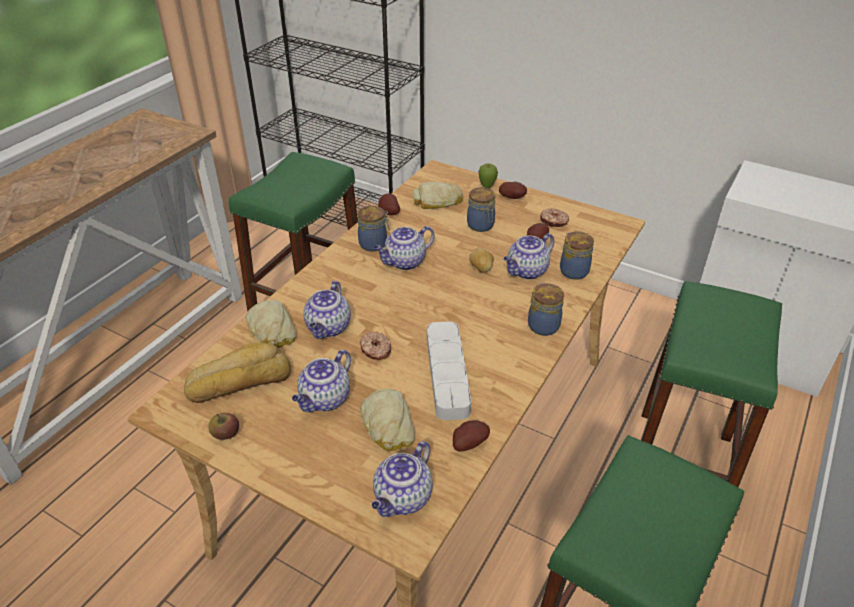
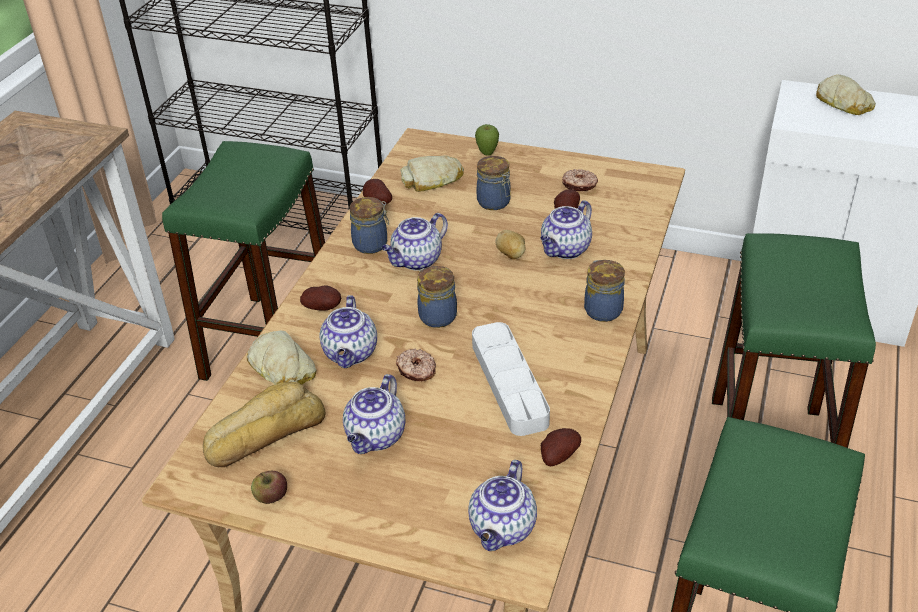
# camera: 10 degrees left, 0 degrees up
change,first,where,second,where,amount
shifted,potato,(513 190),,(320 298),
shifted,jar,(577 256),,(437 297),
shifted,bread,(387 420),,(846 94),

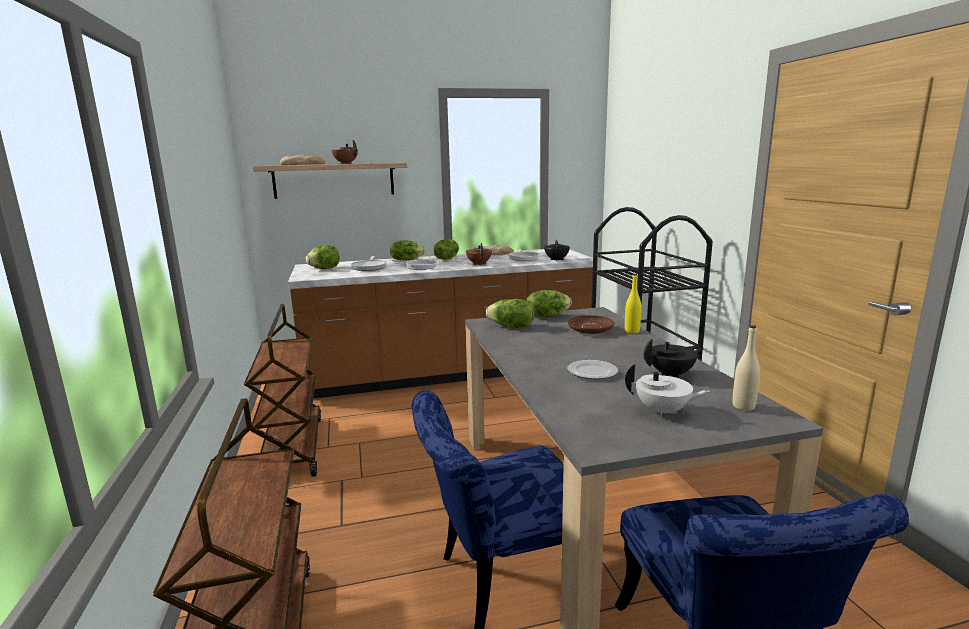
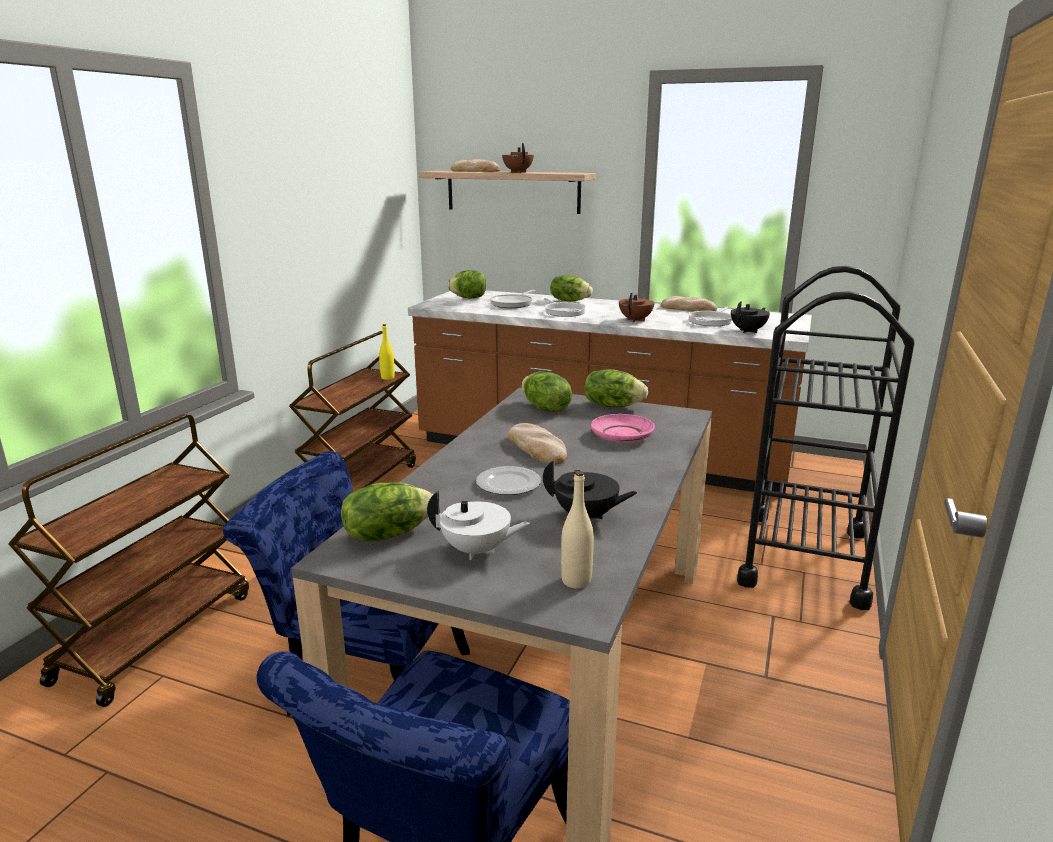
# camera: 35 degrees right, 5 degrees up
change,first,where,second,where,amount
shifted,lettuce,(446 249),,(387 512),
shifted,bottle (yellow),(633 303),,(387 352),
repainted,plate (brown),(591 324),plate (pink),(623 428),
rotated,teapot (white),(667 390),,(478 525),45 degrees counterclockwise
new,,,bread,(537 444),

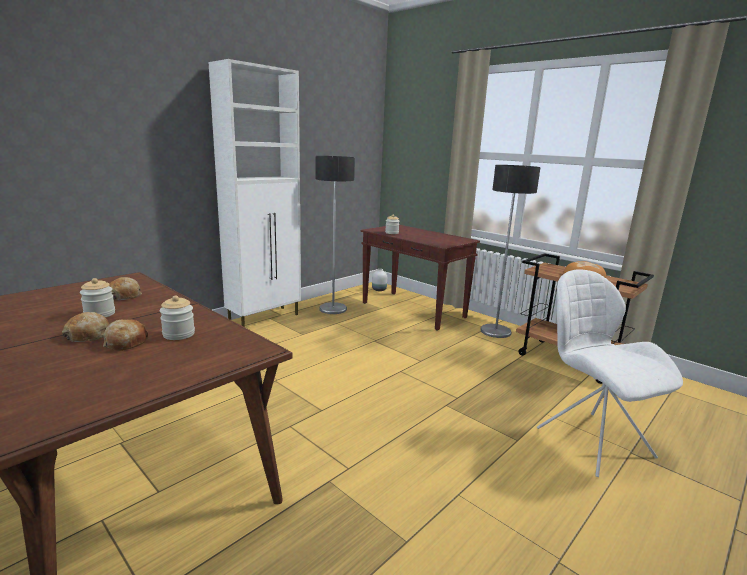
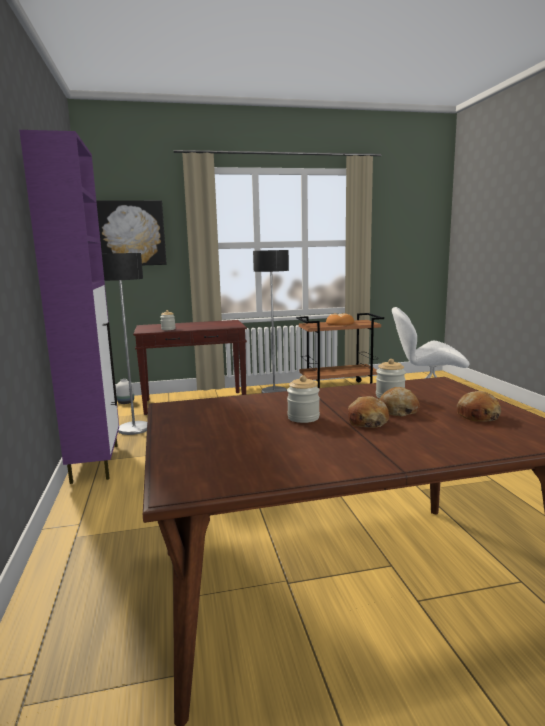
# camera: 55 degrees left, 5 degrees down
change,first,where,second,where,amount
repainted,cabinet (white),(254 193),cabinet (purple),(69 307),
shifted,bread,(125 288),,(479 406),
new,,,picture,(131 232),

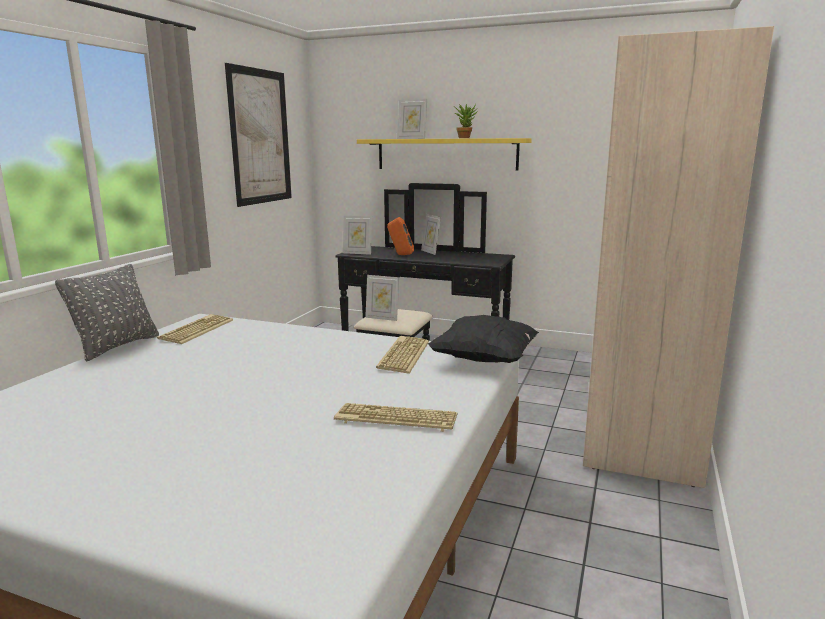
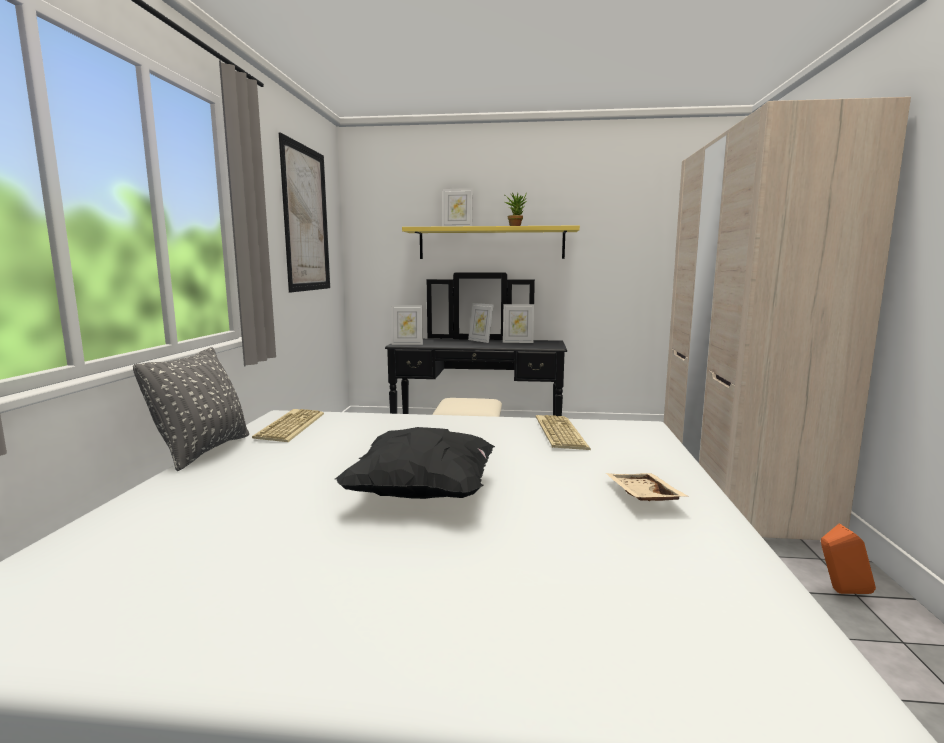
# camera: 15 degrees left, 5 degrees down
change,first,where,second,where,amount
shifted,speaker (orange),(400 236),,(848 558),
shifted,picture frame,(382 298),,(518 323),
shifted,pillow (black),(483 339),,(415 463),
swapped,keyboard,(396 417),tray (beige),(647 487),

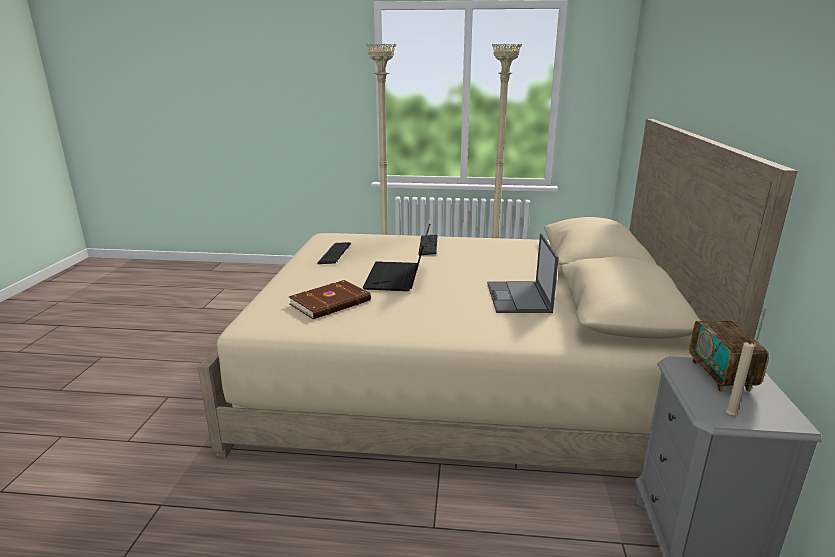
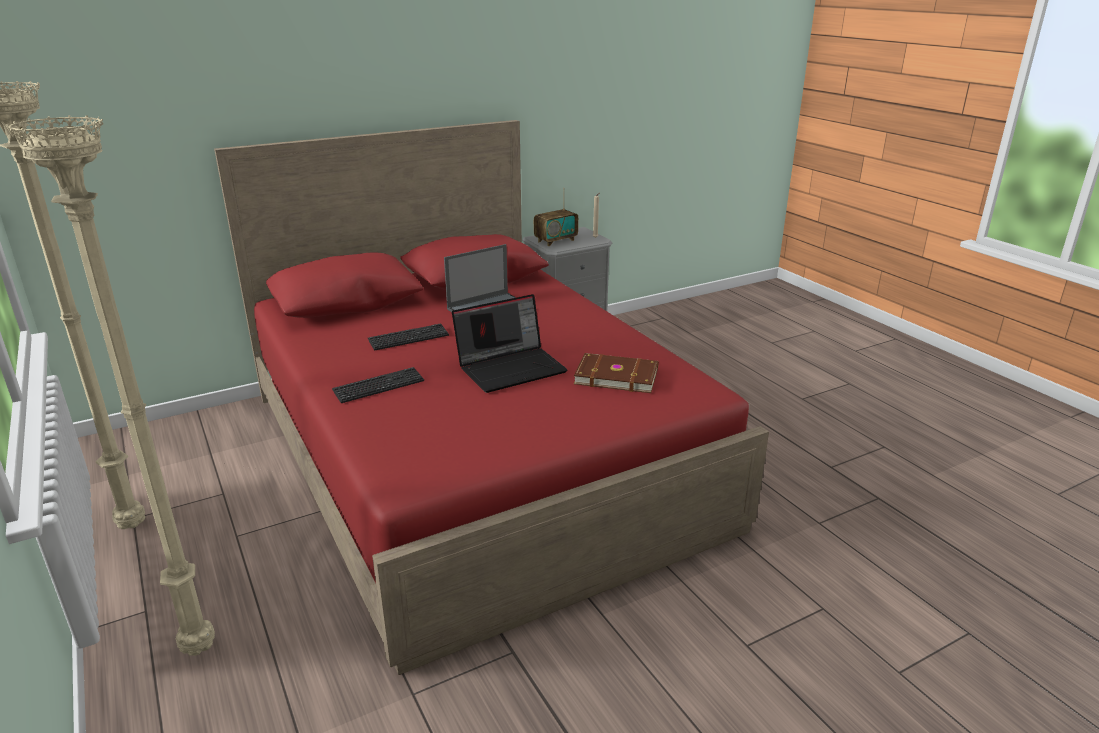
# camera: 125 degrees left, 5 degrees up
change,first,where,second,where,amount
repainted,bed (beige),(498 296),bed (red),(491 397),
shifted,keyboard,(334 253),,(408 337),

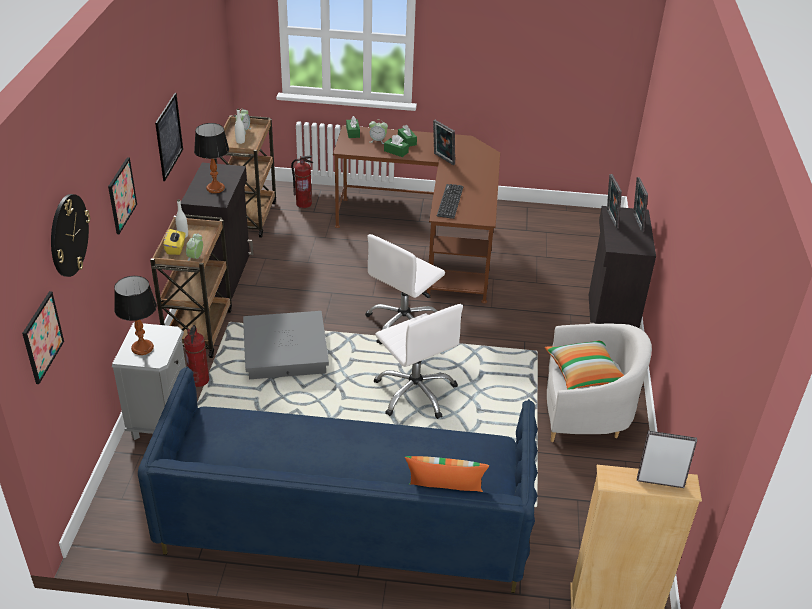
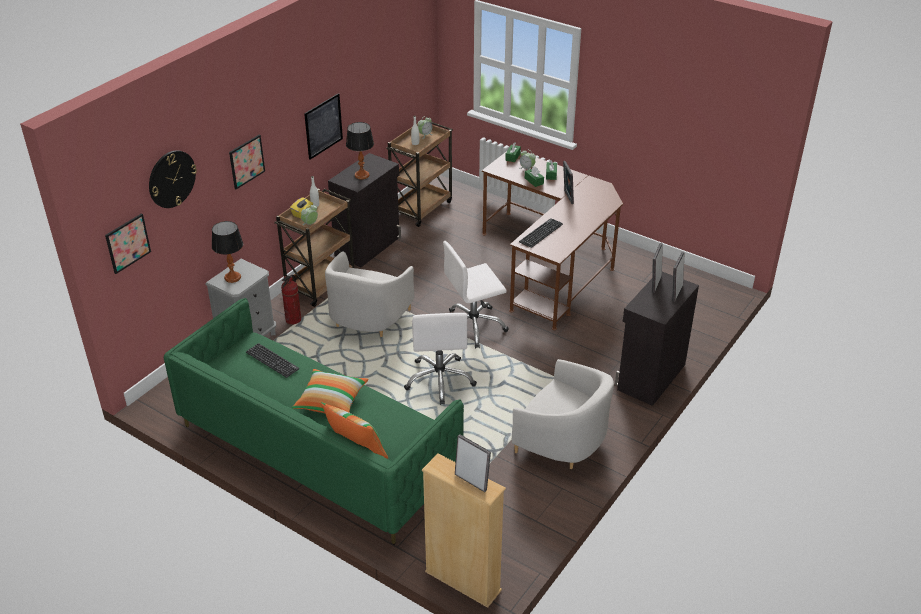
# camera: 30 degrees right, 0 degrees up
change,first,where,second,where,amount
gone,fire extinguisher,(302 181),,,
swapped,storage box (grey),(286 345),armchair (white),(369 294),
shifted,pillow,(584 365),,(330 391),
repainted,sofa (blue),(338 479),sofa (green),(314 421),
new,,,keyboard,(272 360),

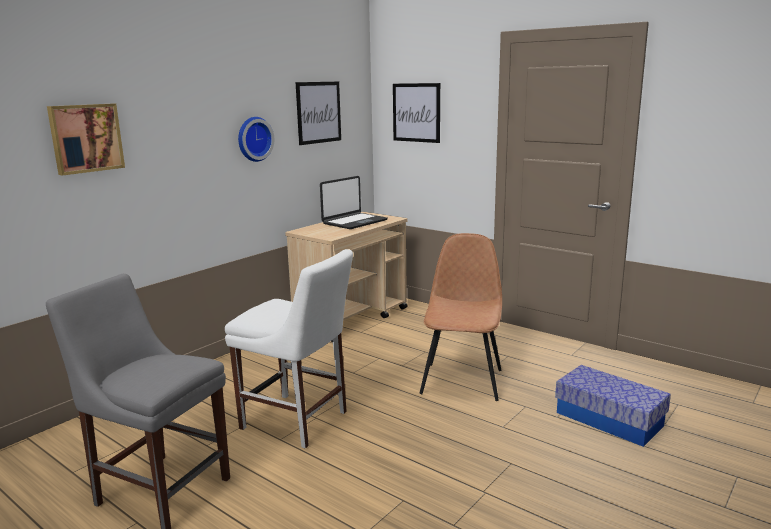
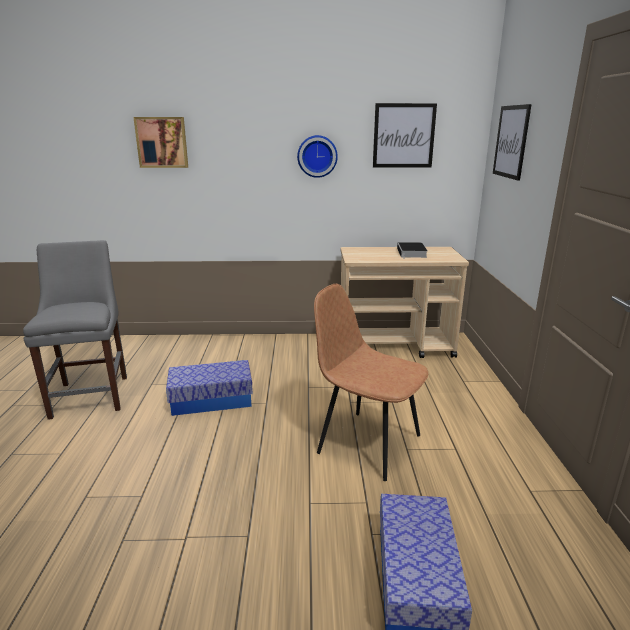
# camera: 50 degrees right, 5 degrees up
change,first,where,second,where,amount
swapped,laptop,(354 202),book,(412 250),
rotated,chair (brown),(460 317),,(371 382),120 degrees counterclockwise
swapped,chair (white),(289 349),storage box,(209 388),

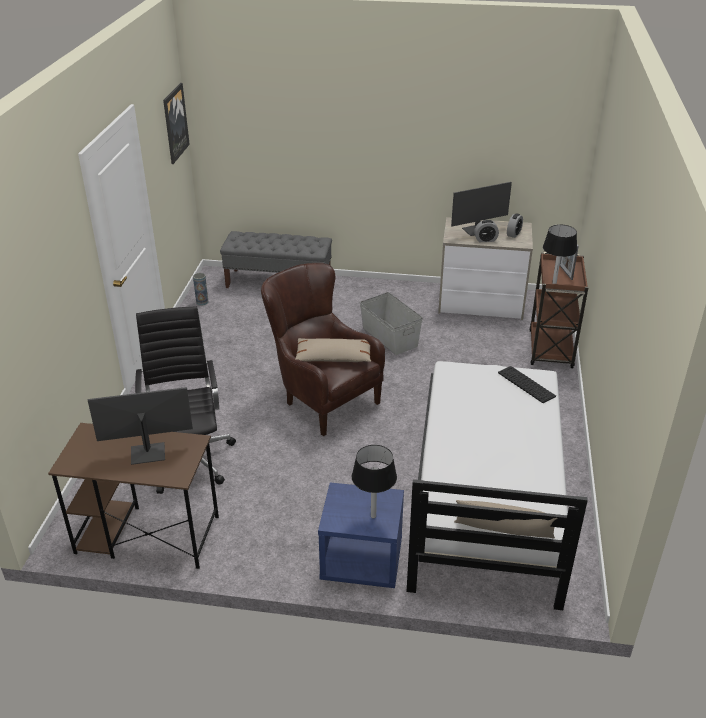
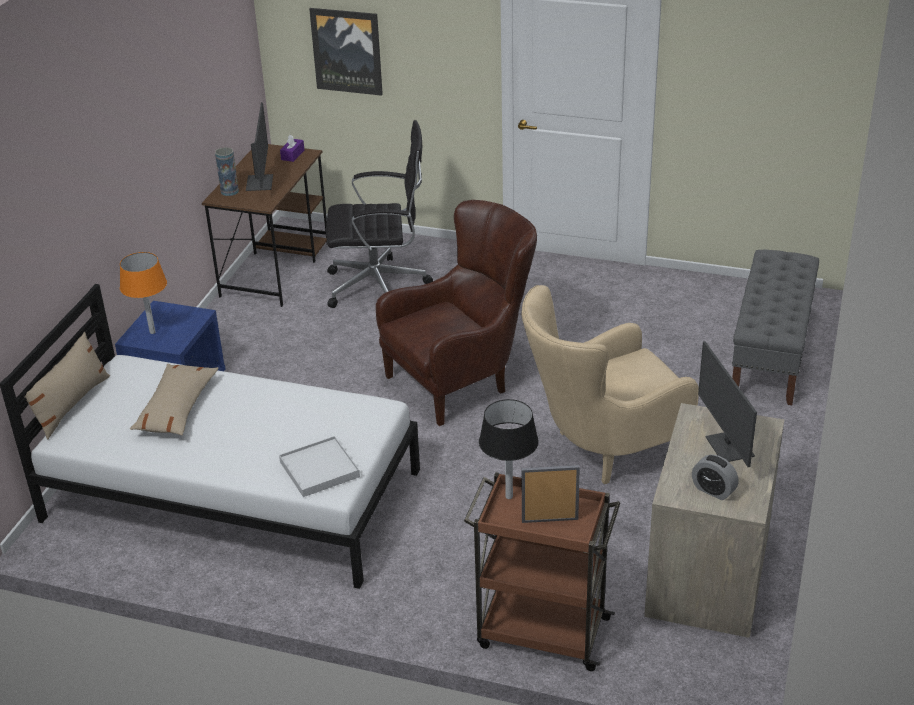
# camera: 100 degrees right, 0 degrees up
change,first,where,second,where,amount
shifted,picture,(176 123),,(346 52),
gone,alarm clock,(486 231),,,
shifted,vase,(201 289),,(227 171),
swapped,storage box (grey),(391 323),armchair (beige),(610 384),
shifted,pillow (beige),(333 350),,(174 399),
swapped,keyboard,(527 384),tray (white),(319 466),
repainted,table lamp (black),(374 481),table lamp (orange),(143 293),
new,,,tissue box (purple),(292 148),

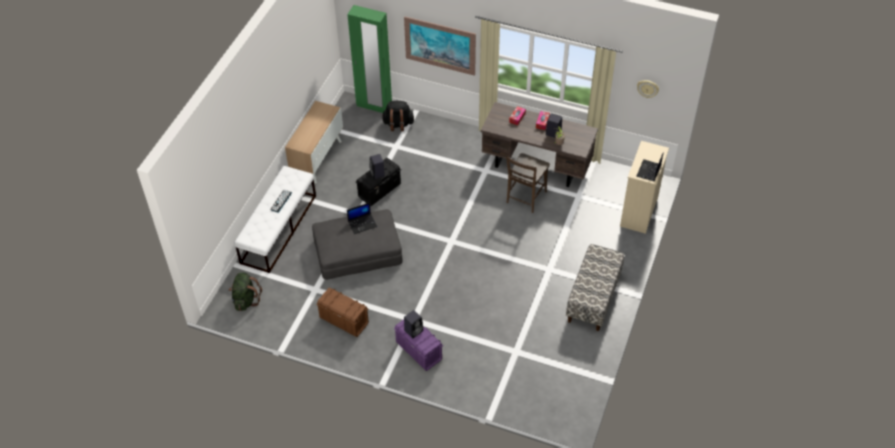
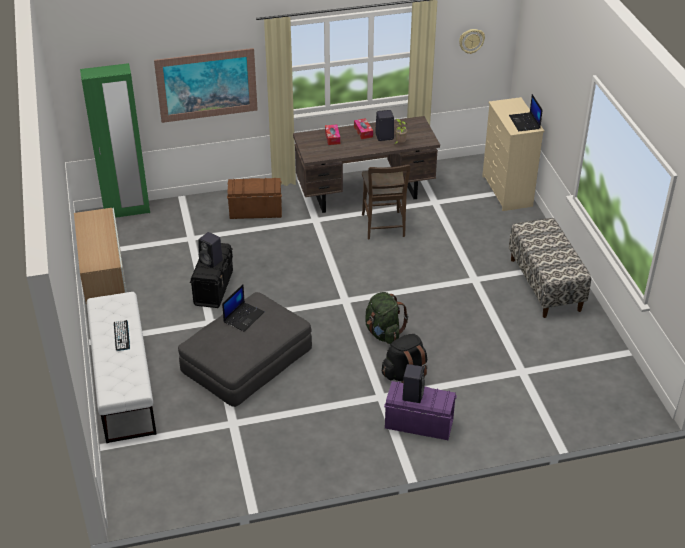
# camera: 35 degrees left, 10 degrees down
change,first,where,second,where,amount
shifted,backpack (black),(397 116),,(404 358),
shifted,backpack (green),(245 292),,(386 318),
shifted,storage box (brown),(342 312),,(254 198),

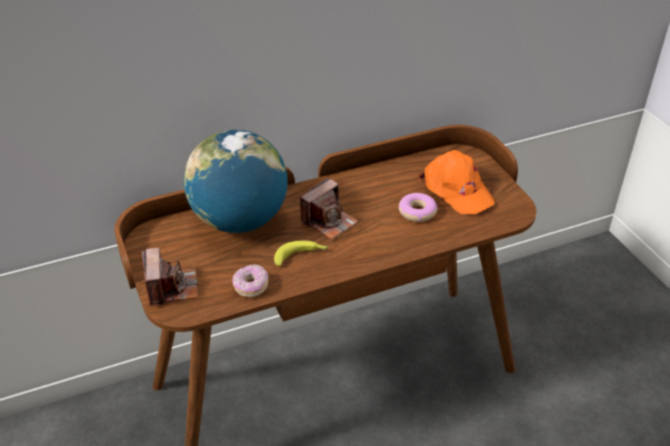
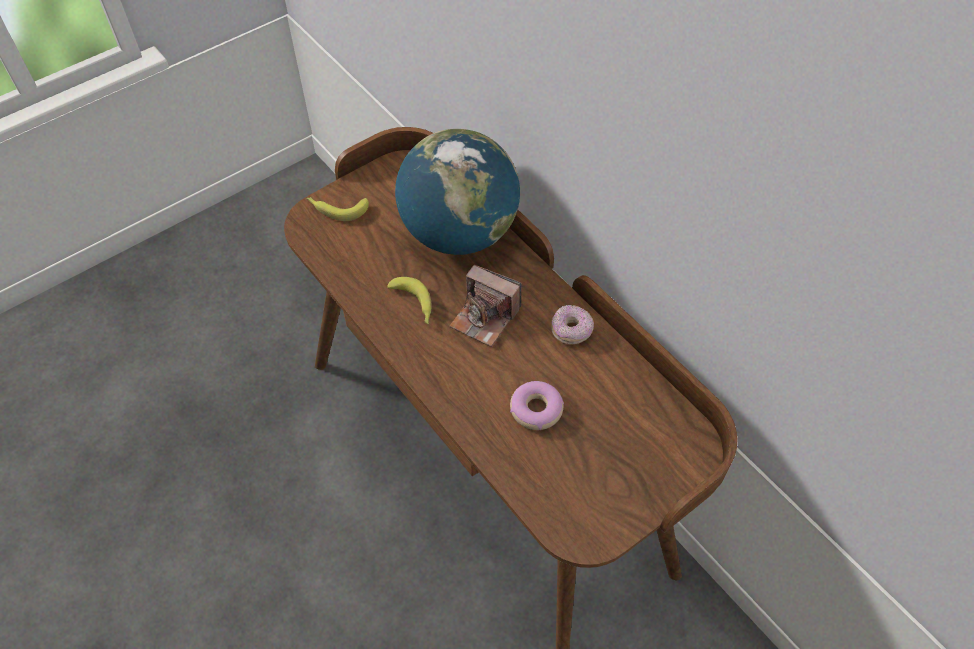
# camera: 75 degrees right, 15 degrees up
change,first,where,second,where,amount
gone,cap (orange),(457 182),,,
swapped,photo camera,(170 277),banana,(337 209),
shifted,donut,(250 281),,(572 325),

